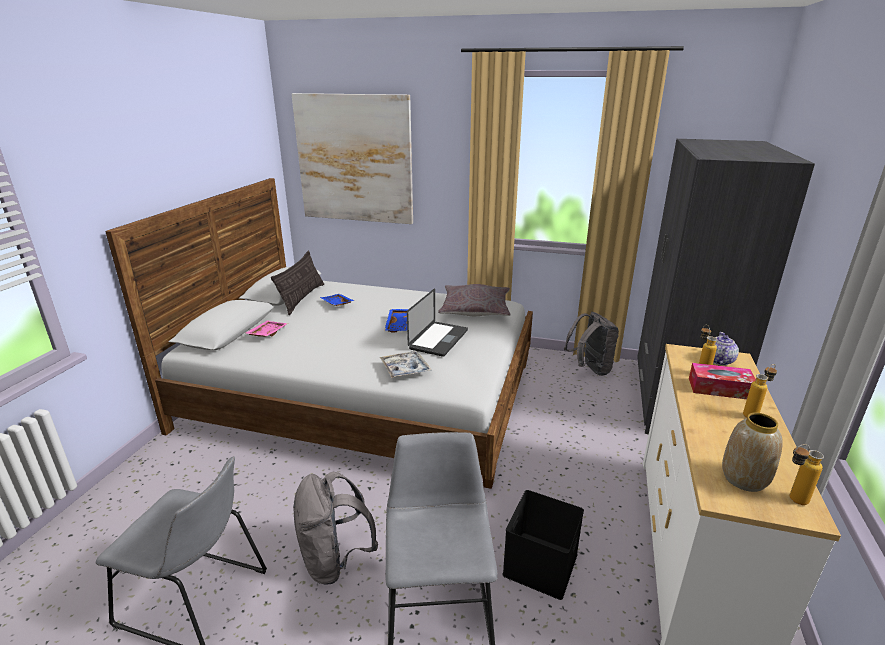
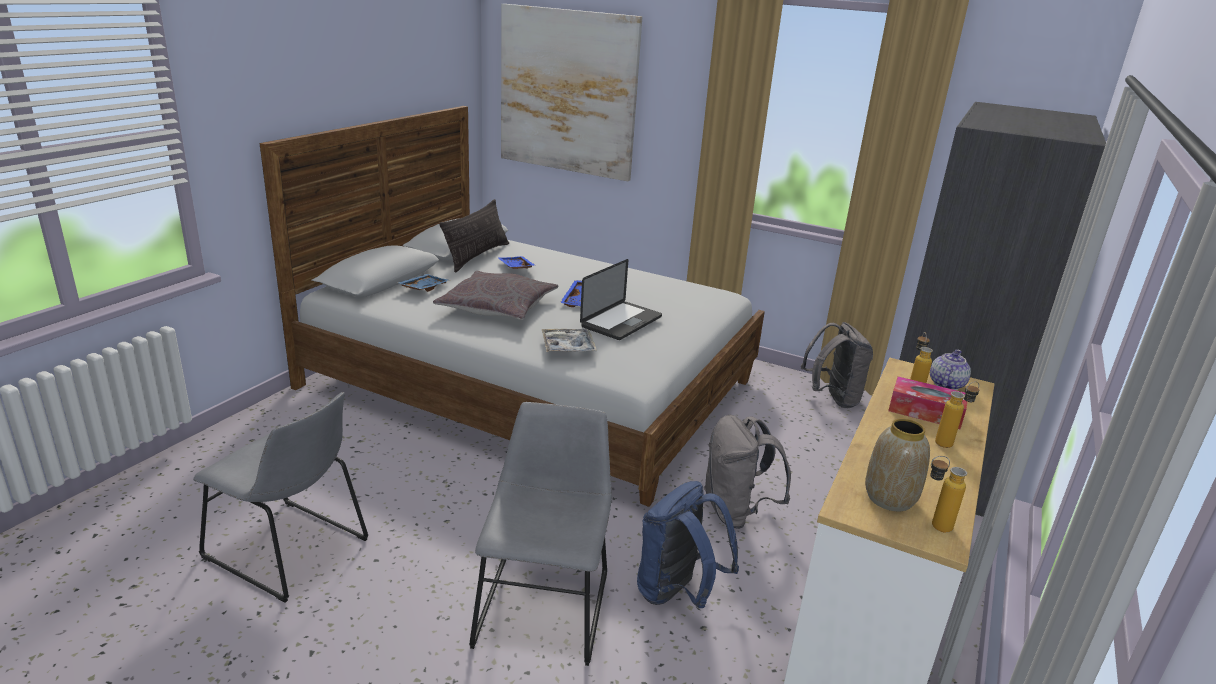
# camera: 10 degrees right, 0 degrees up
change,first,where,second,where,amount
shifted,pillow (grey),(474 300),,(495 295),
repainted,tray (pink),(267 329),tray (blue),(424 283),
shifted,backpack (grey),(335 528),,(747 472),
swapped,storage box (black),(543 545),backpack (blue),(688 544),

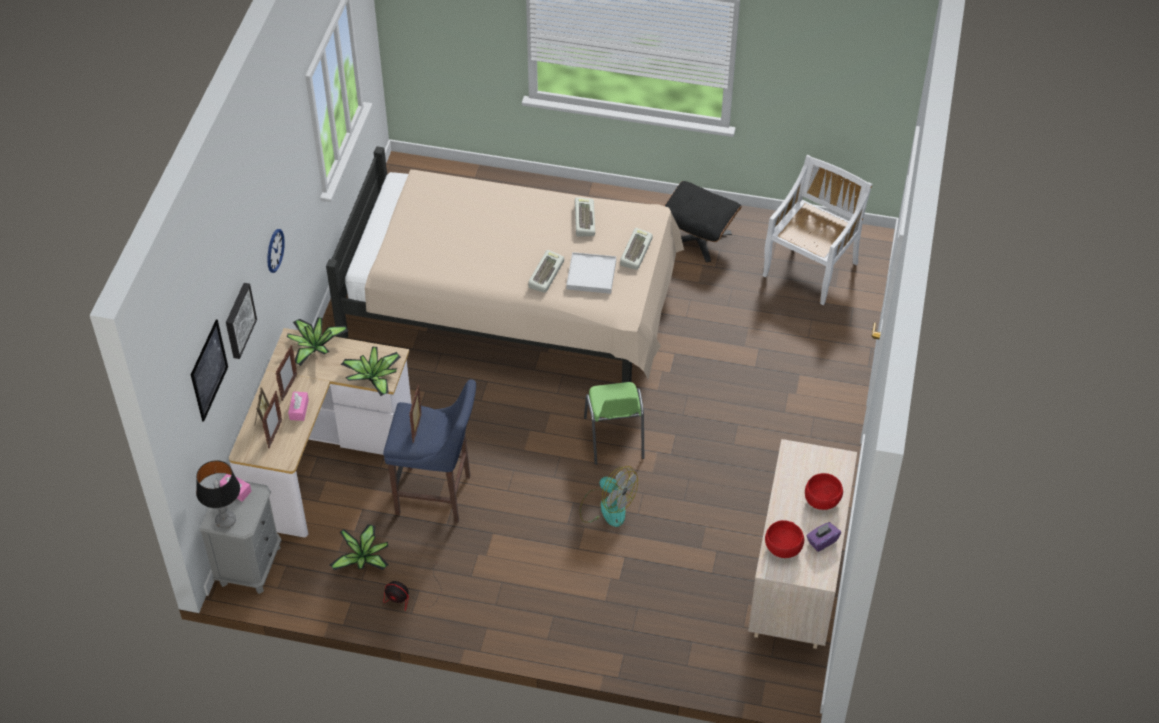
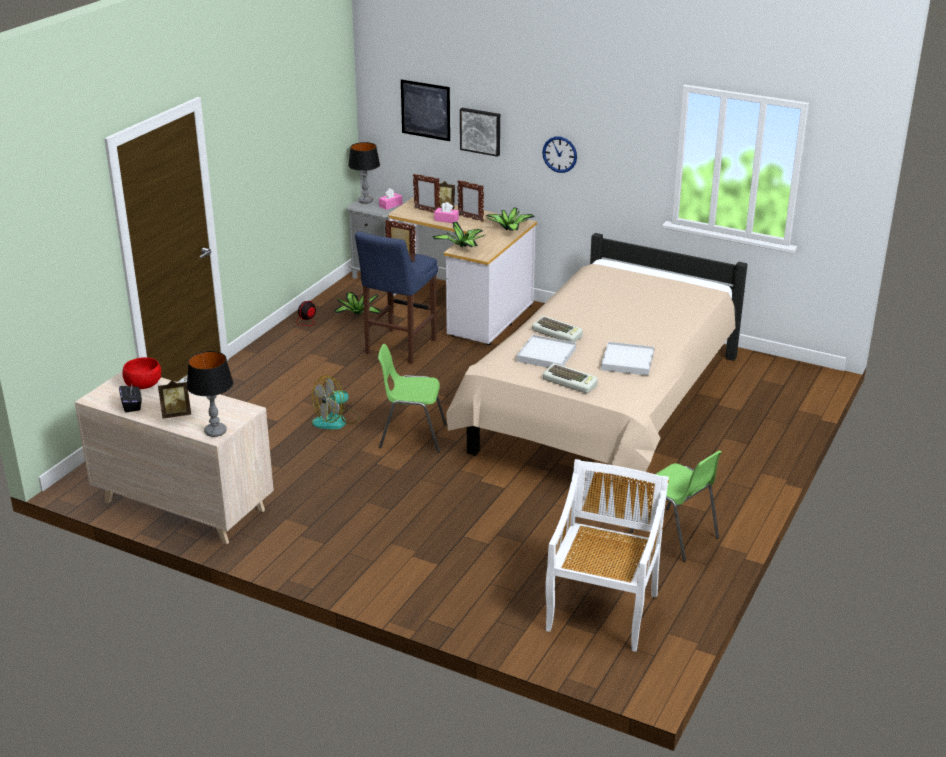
# camera: 105 degrees right, 20 degrees down
change,first,where,second,where,amount
rotated,chair (white),(817 230),,(607 555),120 degrees counterclockwise
swapped,ottoman (black),(703 221),chair (green),(676 506),
swapped,keyboard,(585 217),tray (white),(627 358),
swapped,bowl (red),(824 491),picture frame,(174 399),
repainted,tissue box (purple),(823 537),tissue box (black),(130 398),
new,,,table lamp,(210 394),

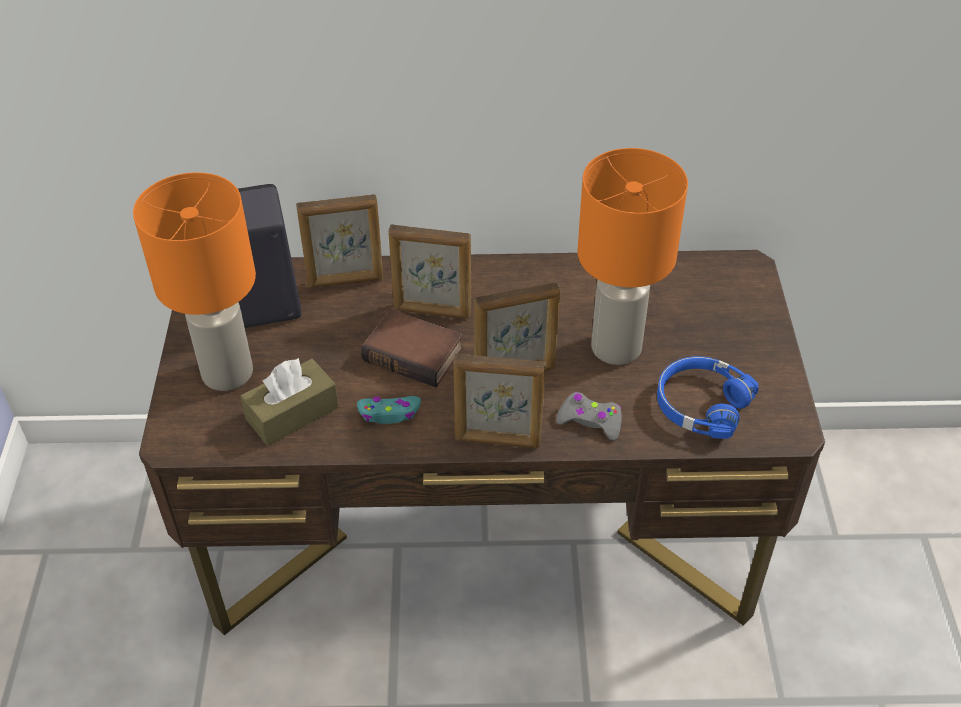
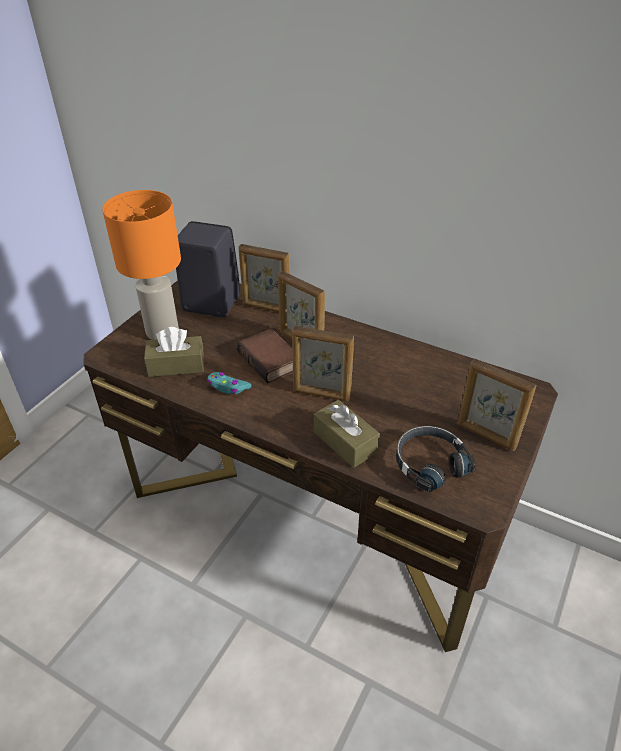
# camera: 30 degrees right, 5 degrees down
change,first,where,second,where,amount
gone,table lamp (orange),(633 256),,,
shifted,picture frame,(499 400),,(497 404),
repainted,headphones (blue),(708 397),headphones (black),(436 459),
swapped,game controller (grey),(589 416),tissue box (brown),(347 434),

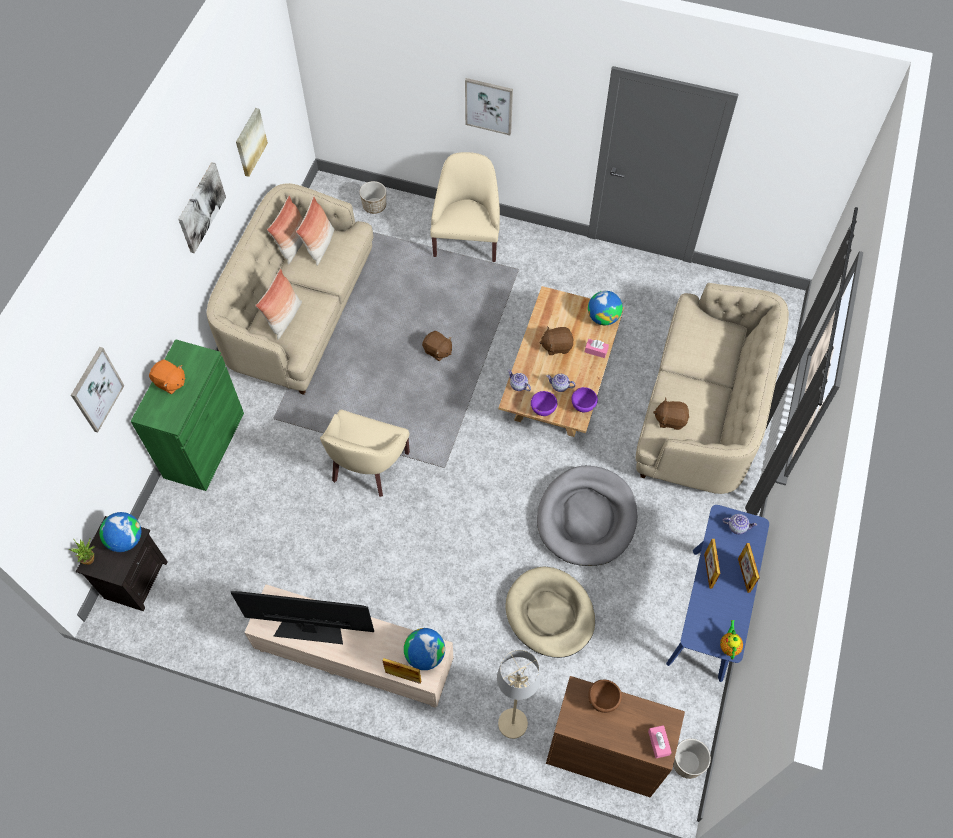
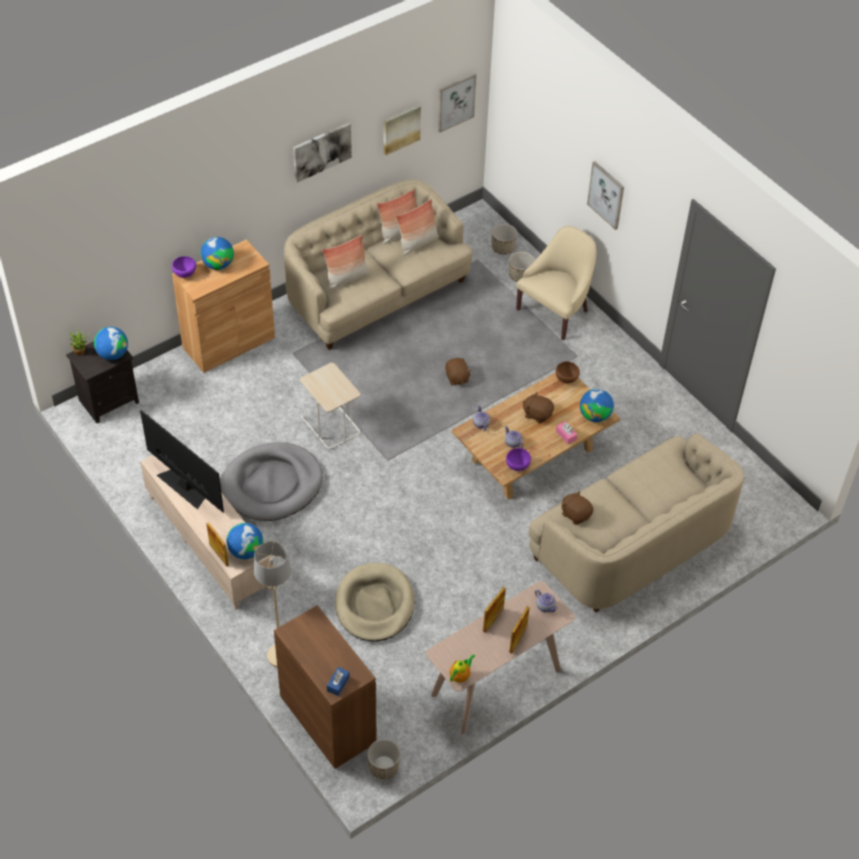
# camera: 35 degrees right, 10 degrees down
change,first,where,second,where,amount
repainted,cabinet (green),(187 415),cabinet (brown),(223 306),
shifted,picture,(97 389),,(457 103),
swapped,plush toy (orange),(167 377),globe,(217 253),
shifted,bowl (purple),(544 403),,(184 267),
swapped,armchair (beige),(365 453),side table (beige),(330 406),
shifted,dog bed (grey),(587 516),,(271 481),
repainted,console table (blue),(717 593),console table (beige),(500 657),
shifted,bowl (brown),(605 696),,(568 372),
repainted,tissue box (pink),(660 741),tissue box (blue),(338 681),
new,,,planter,(522 267),

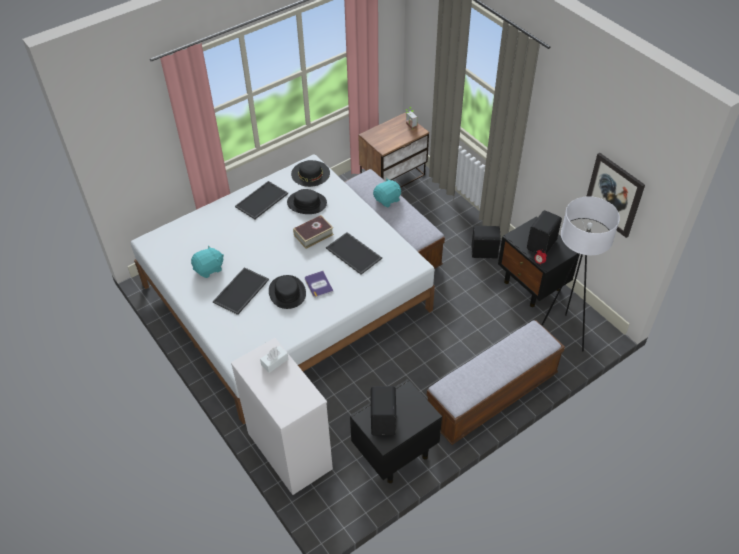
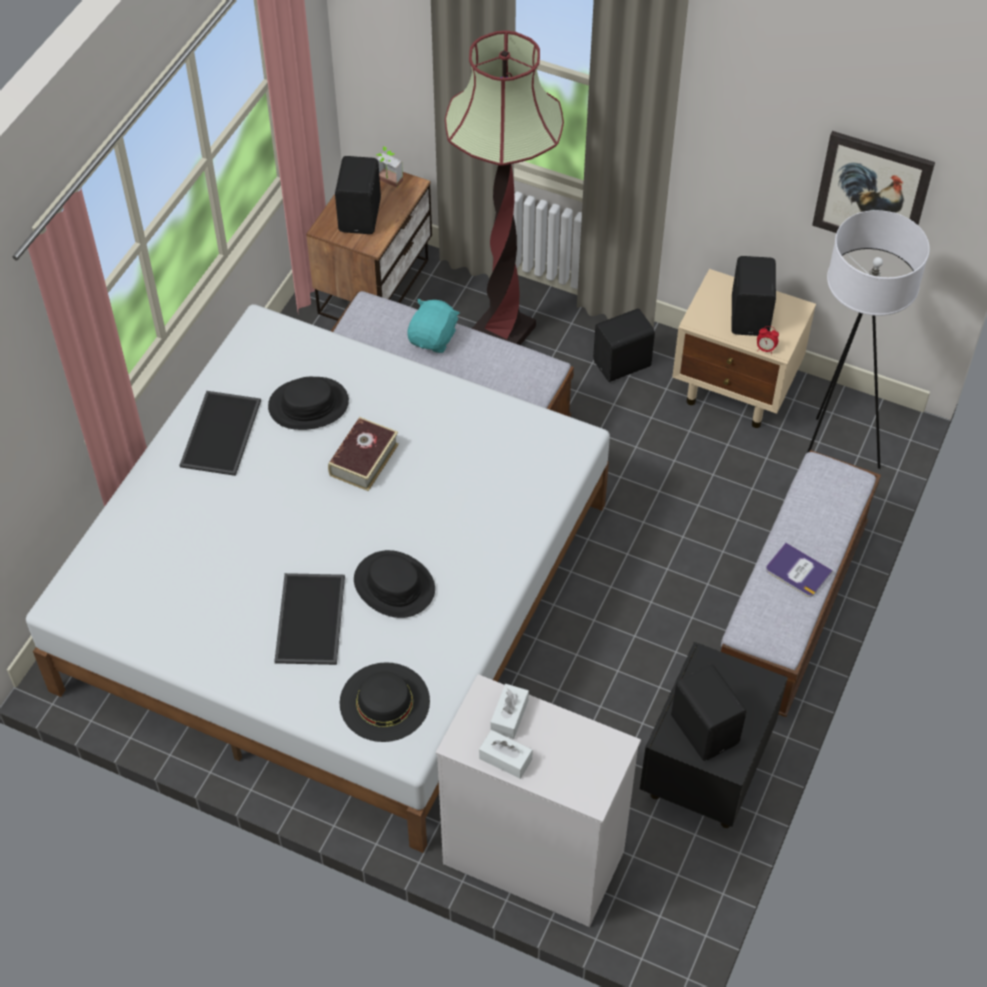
# camera: 30 degrees left, 5 degrees up
change,first,where,second,where,amount
shifted,hat (black),(310 173),,(385 702),
repainted,nightstand (black),(539 261),nightstand (beige),(744 348),
gone,tray,(354 253),,,
gone,plush toy (turquoise),(207 261),,,
shifted,book,(319 284),,(799 569),
new,,,floor lamp,(504 188),
new,,,speaker (black),(358 195),
new,,,tissue box (white),(506 754),

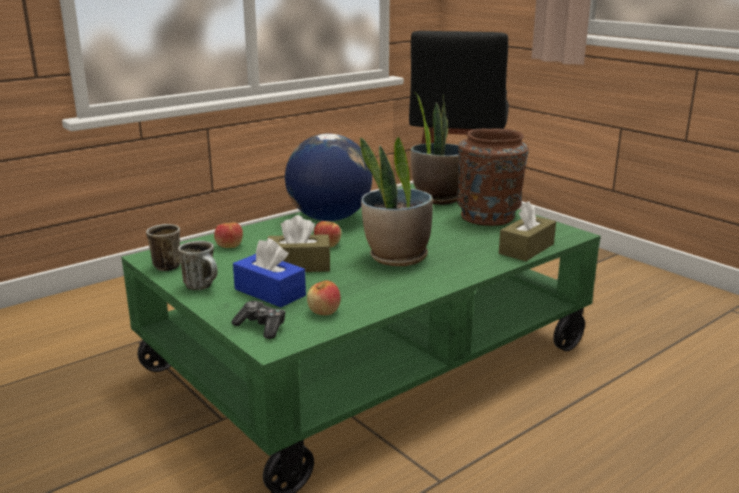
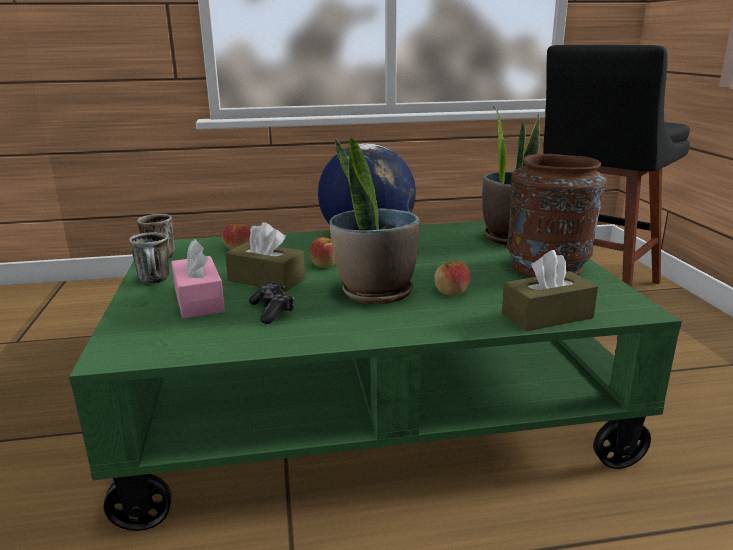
# camera: 30 degrees right, 0 degrees up
change,first,where,second,where,amount
repainted,tissue box (blue),(269 272),tissue box (pink),(198 279),
shifted,apple,(324 298),,(452 278),
shifted,game controller,(258 320),,(271 303),

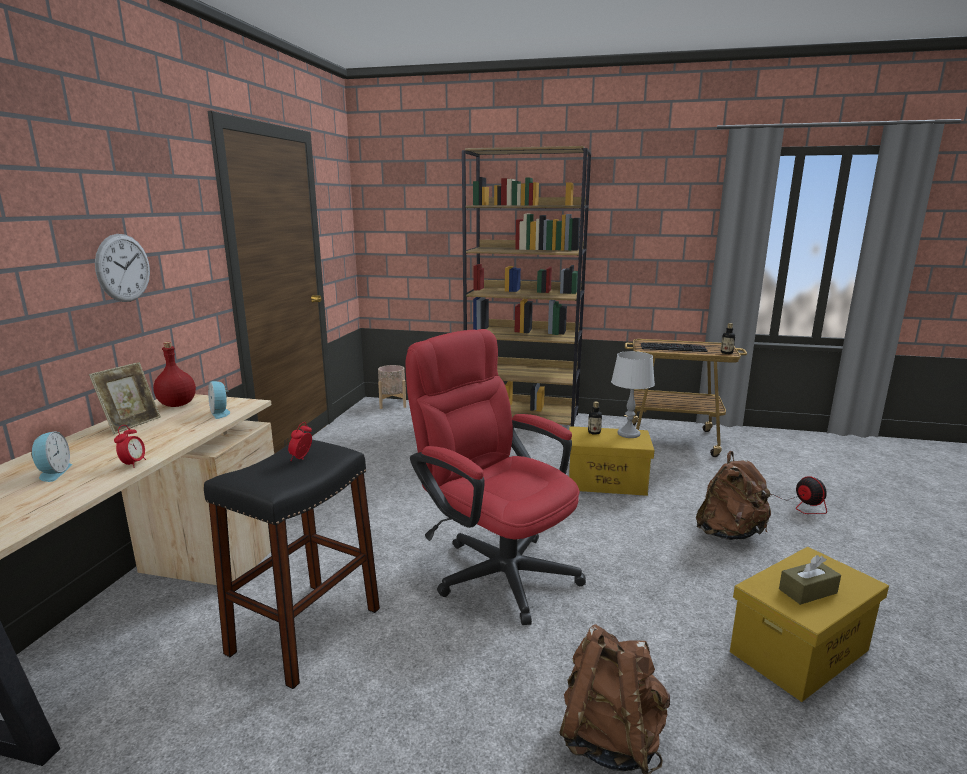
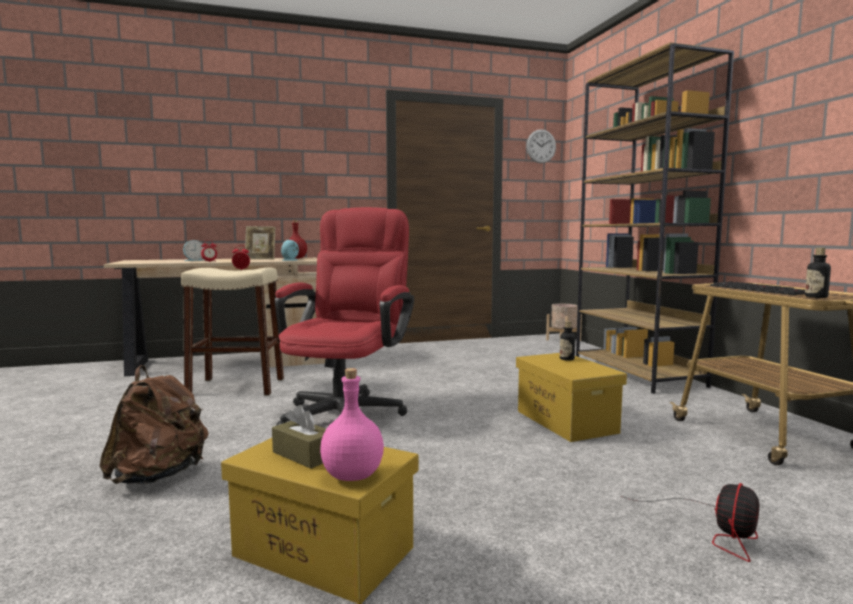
# camera: 60 degrees right, 10 degrees down
change,first,where,second,where,amount
shifted,wall clock,(122 268),,(541 146),
gone,table lamp (grey),(633 394),,,
repainted,stool (black),(292 564),stool (beige),(232 331),
gone,backpack (brown),(734 495),,,
new,,,bottle (pink),(352 424),

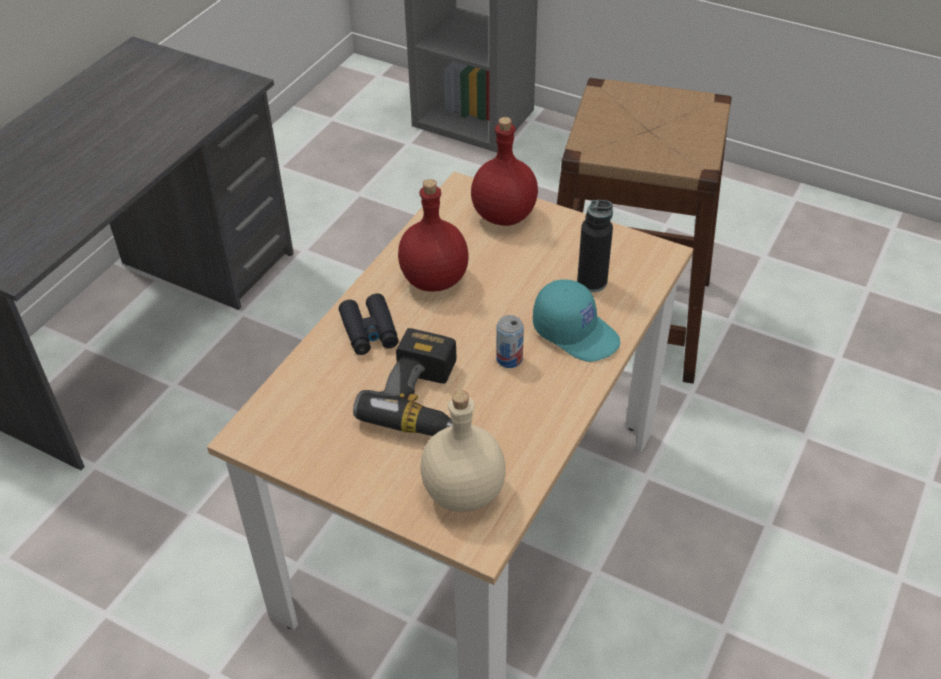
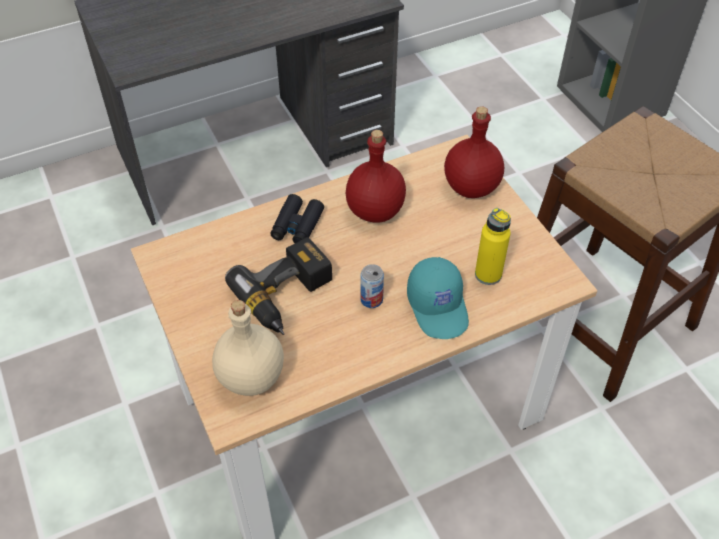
# camera: 35 degrees right, 5 degrees up
change,first,where,second,where,amount
repainted,bottle (black),(595 245),bottle (yellow),(493 246),

